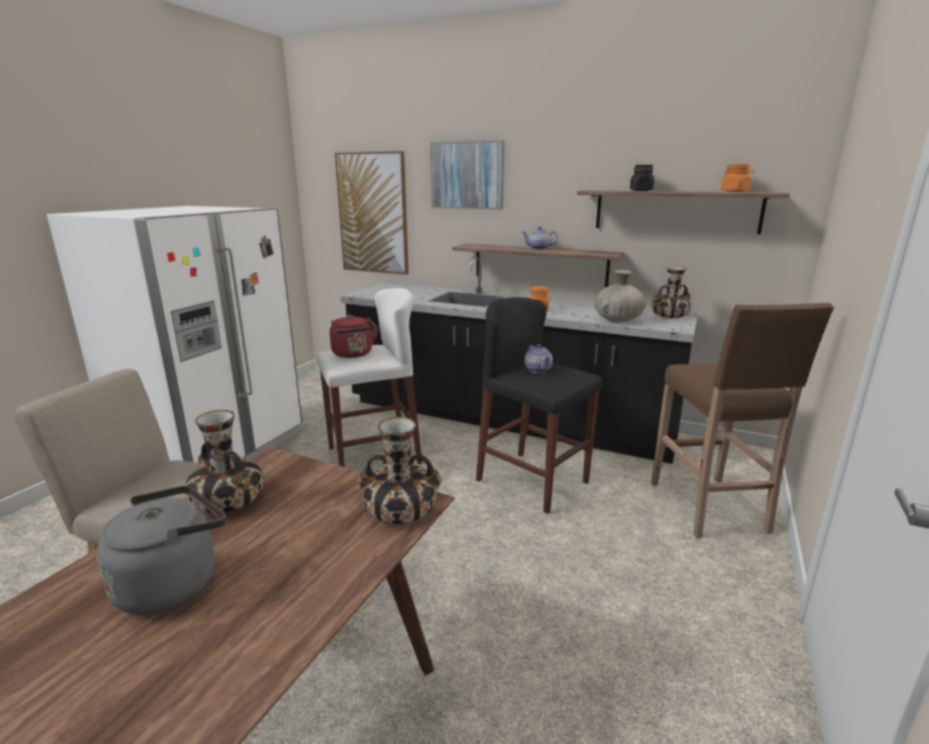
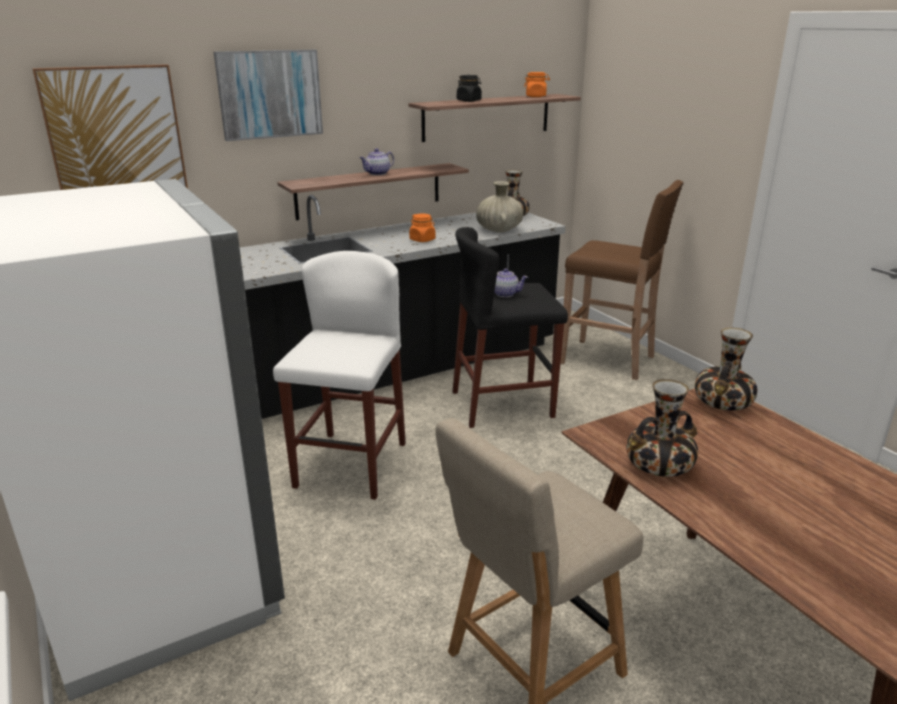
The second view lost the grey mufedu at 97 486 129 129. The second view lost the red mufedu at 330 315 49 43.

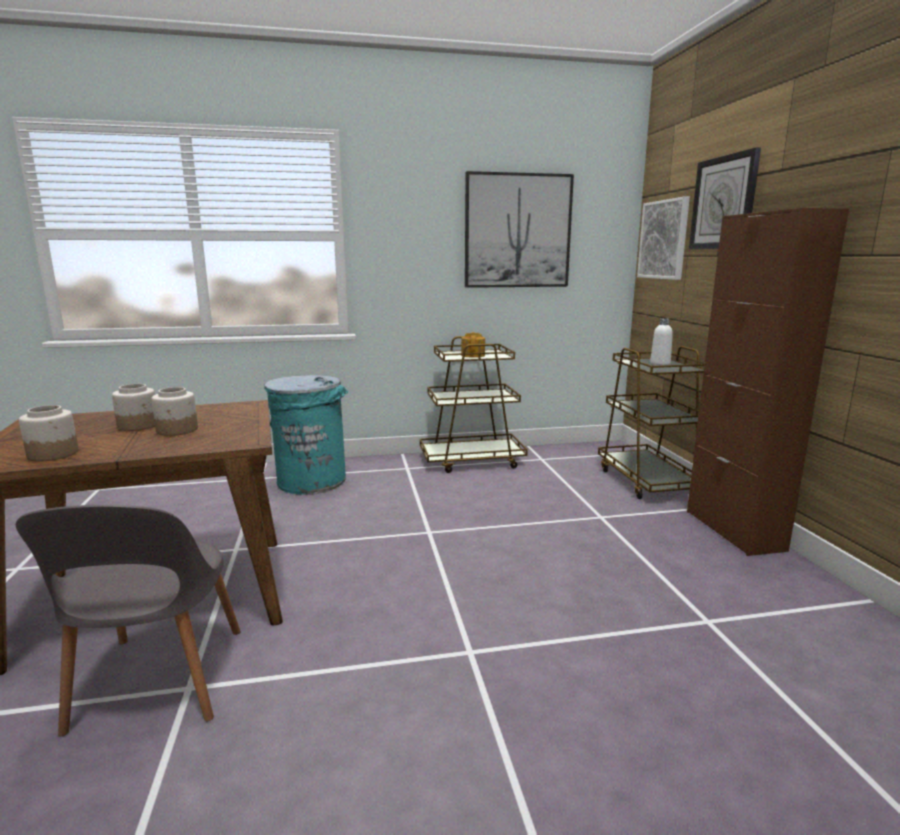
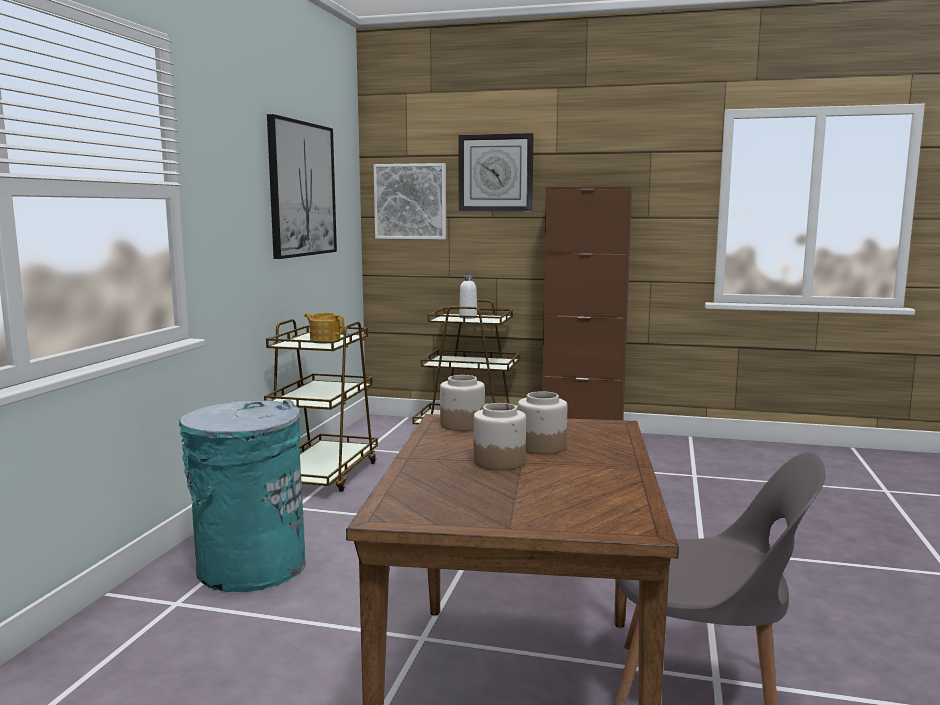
The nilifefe ended up elsewhere, having gone from 19 405 60 56 to 440 375 45 56.

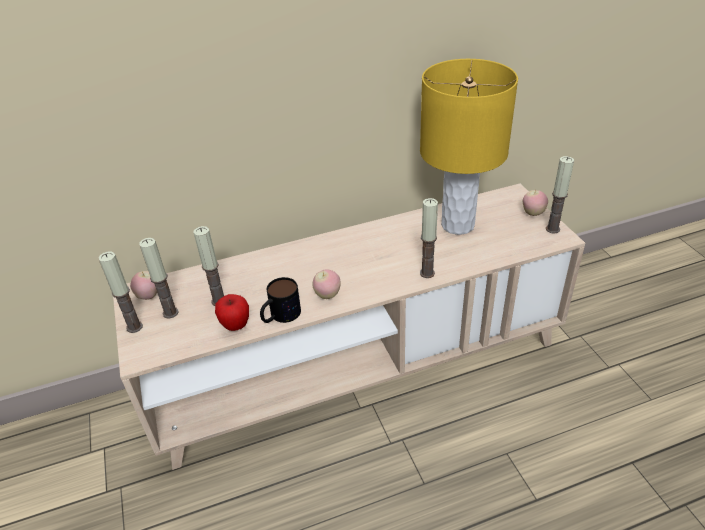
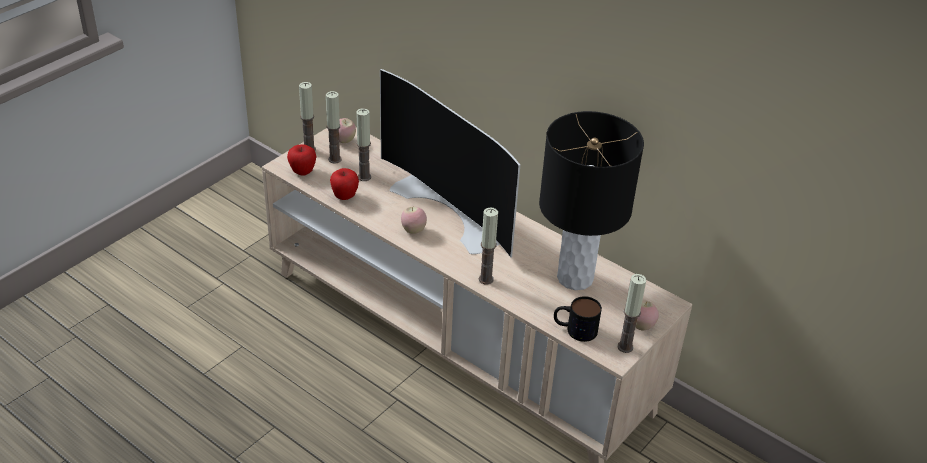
The second view gained the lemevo at 287 144 30 32. The second view gained the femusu at 380 69 140 189. What was the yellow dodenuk at 420 59 98 176 turned into the black dodenuk at 539 111 105 179. The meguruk ended up elsewhere, having gone from 260 277 41 46 to 554 296 48 46.

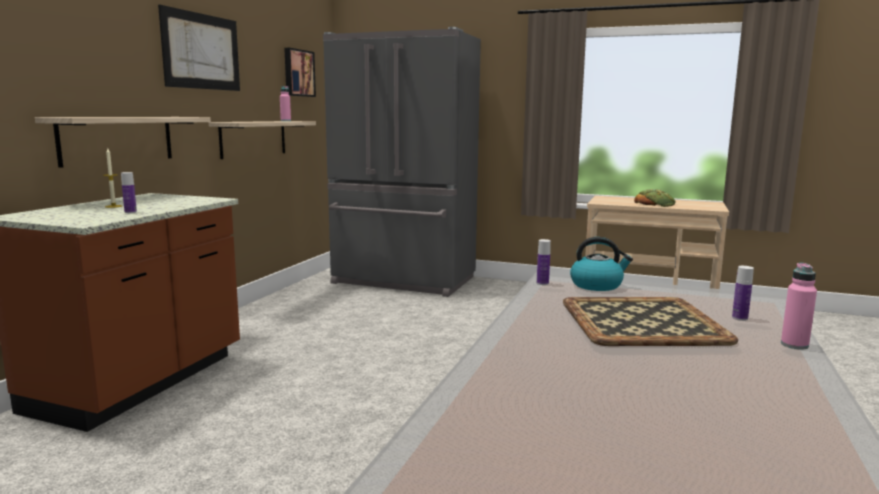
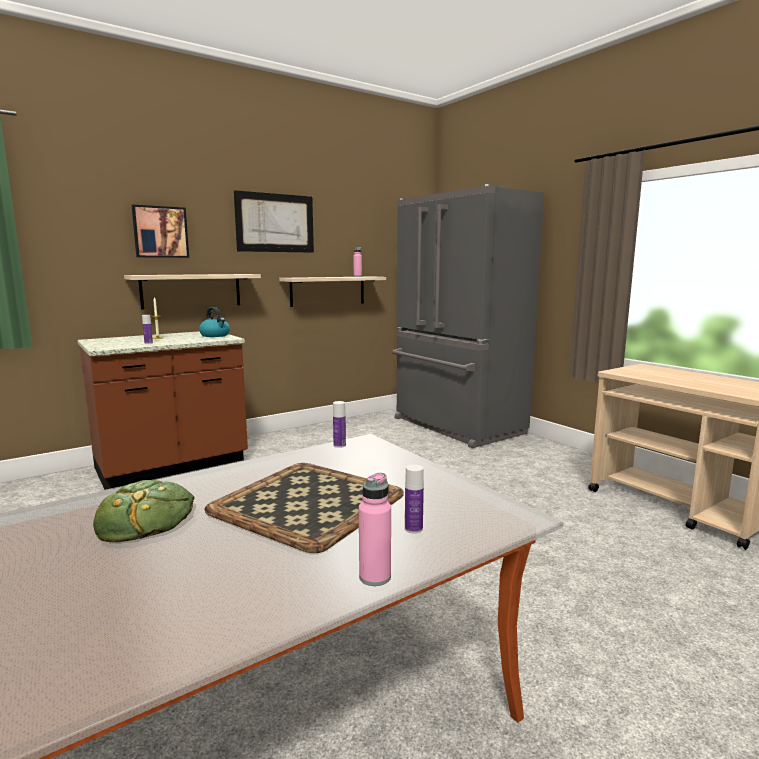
The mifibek ended up elsewhere, having gone from 634 189 42 18 to 93 480 102 63. The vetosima ended up elsewhere, having gone from 284 48 32 49 to 132 205 57 53. The mufedu ended up elsewhere, having gone from 570 237 63 54 to 199 307 31 30.

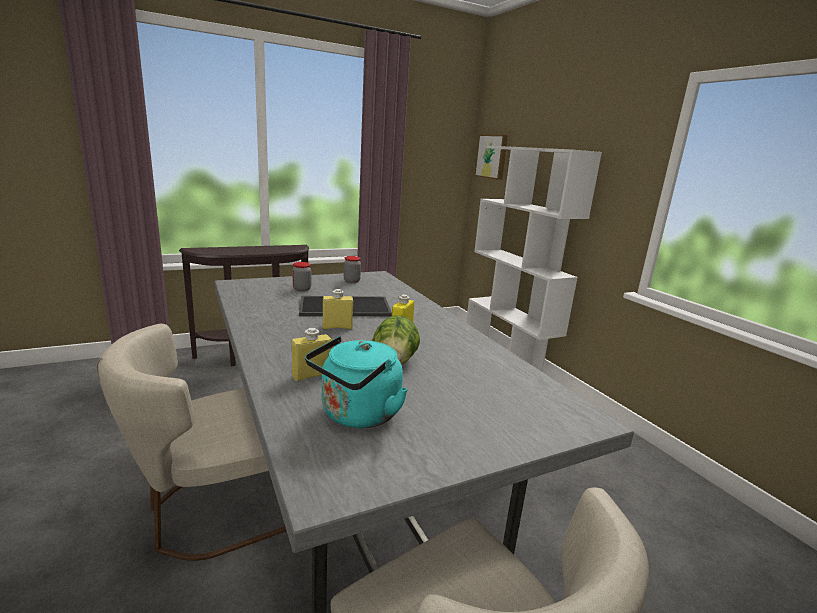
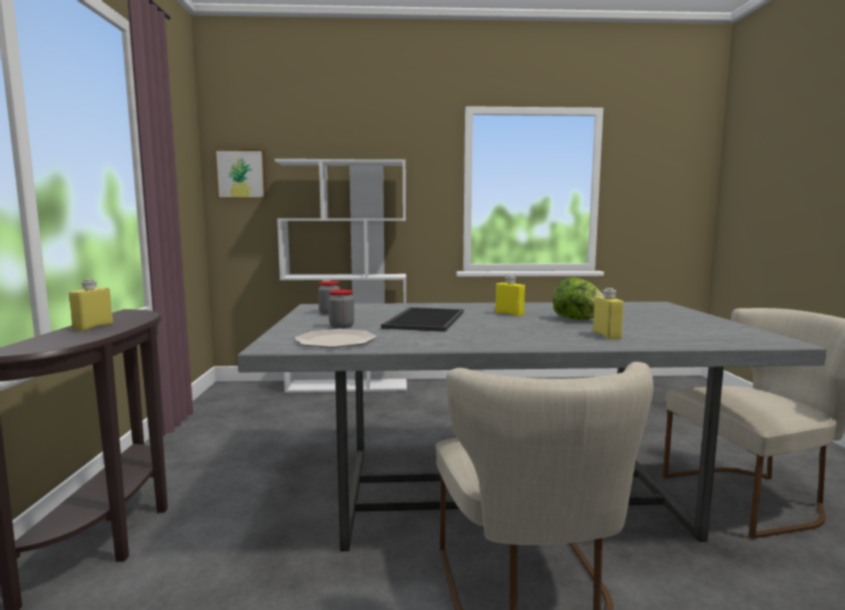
The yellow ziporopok ended up elsewhere, having gone from 322 289 31 40 to 69 279 44 52. The second view gained the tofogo at 294 329 83 19. The second view lost the turquoise mufedu at 305 336 103 92.

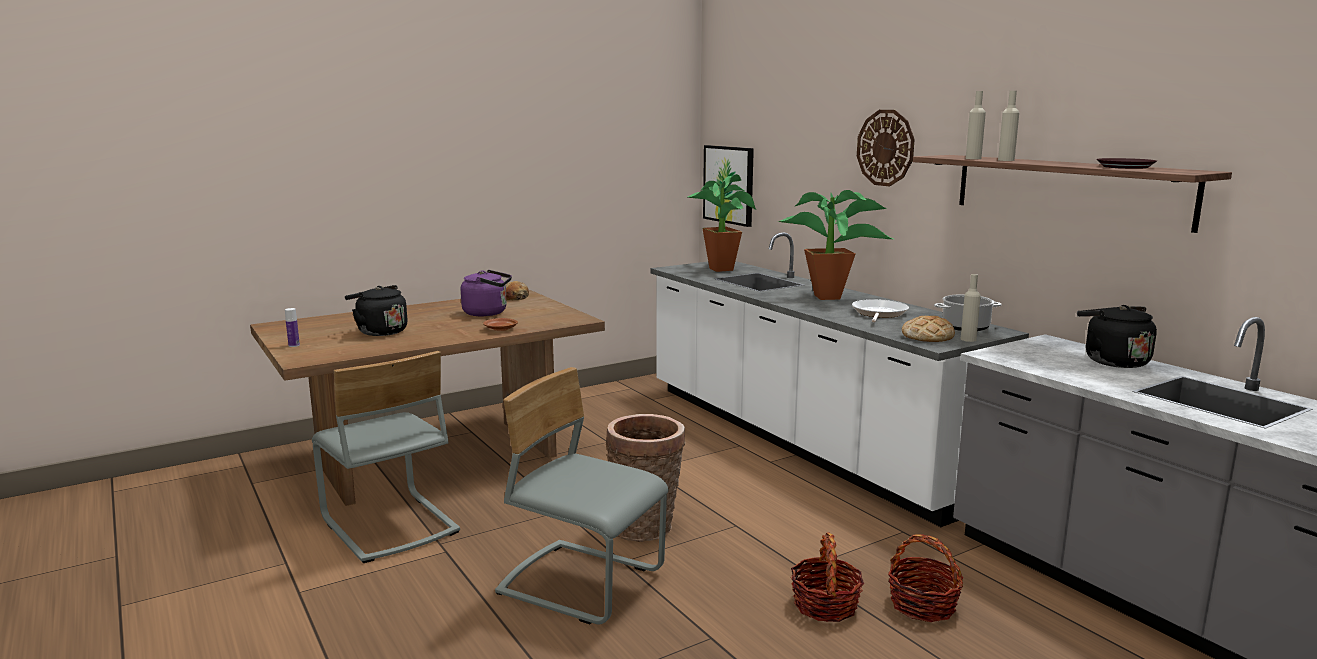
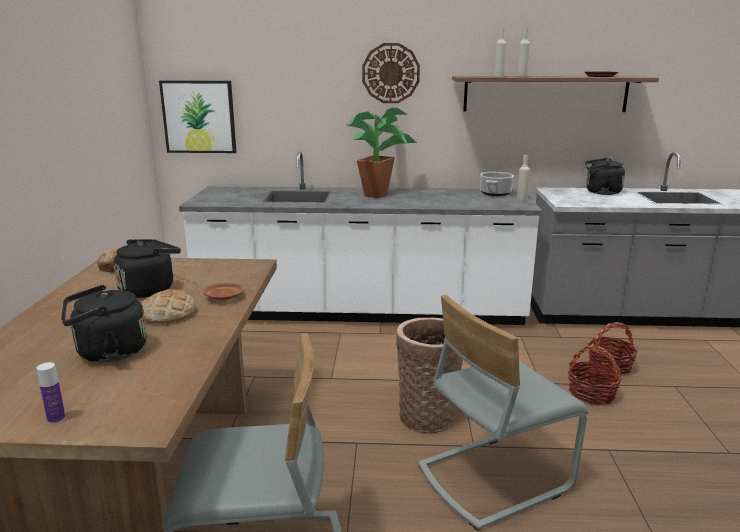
What was the purple mufedu at 461 270 51 46 turned into the black mufedu at 114 239 67 59. The mifibek ended up elsewhere, having gone from 902 316 53 26 to 141 289 55 34. The second view lost the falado at 688 174 68 98. The second view lost the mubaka at 852 299 57 23.

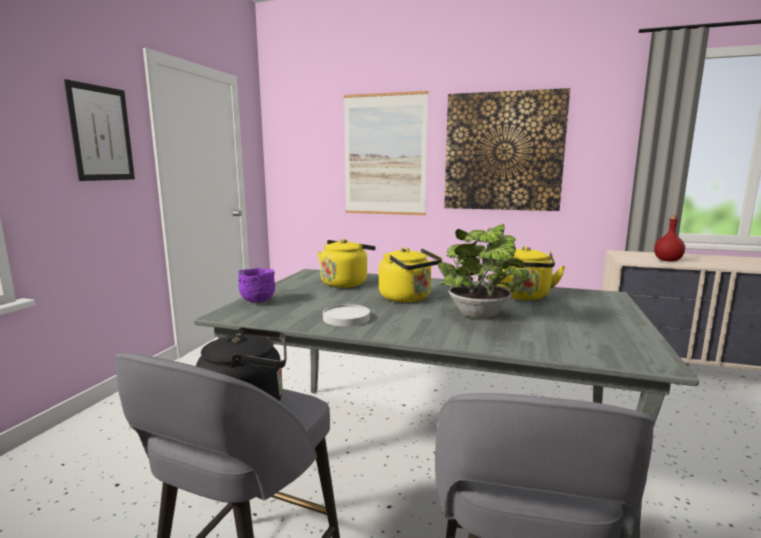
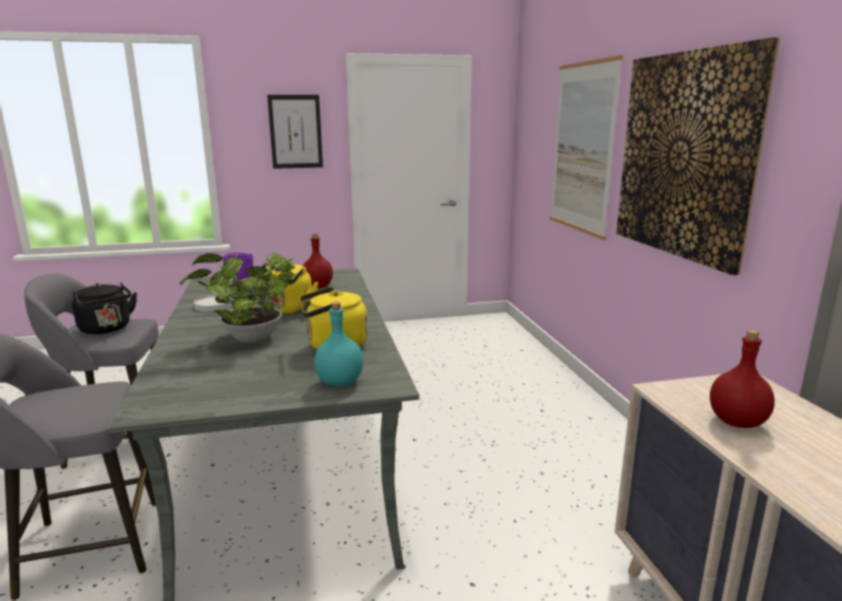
Where the yellow mufedu stood at 318 239 58 49, the red ziporopok came to stand at 303 233 30 55. The second view gained the turquoise ziporopok at 314 302 50 84.

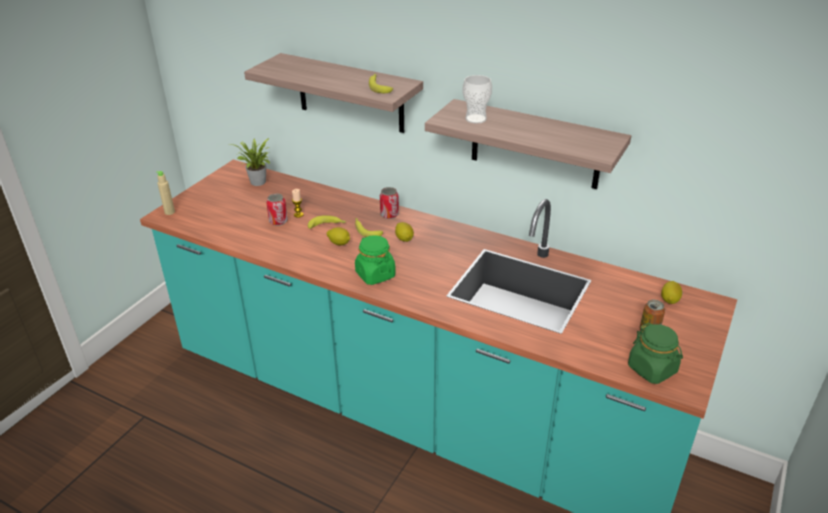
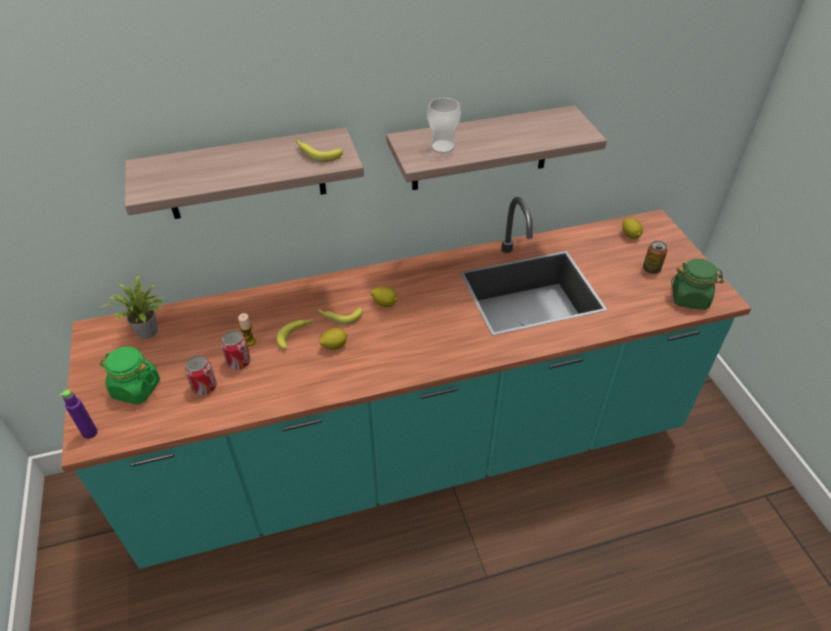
What was the beige ziporopok at 156 171 19 44 turned into the purple ziporopok at 59 390 38 49. The green nilifefe ended up elsewhere, having gone from 355 235 41 50 to 100 346 60 59. The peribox ended up elsewhere, having gone from 380 187 19 32 to 185 355 32 40.

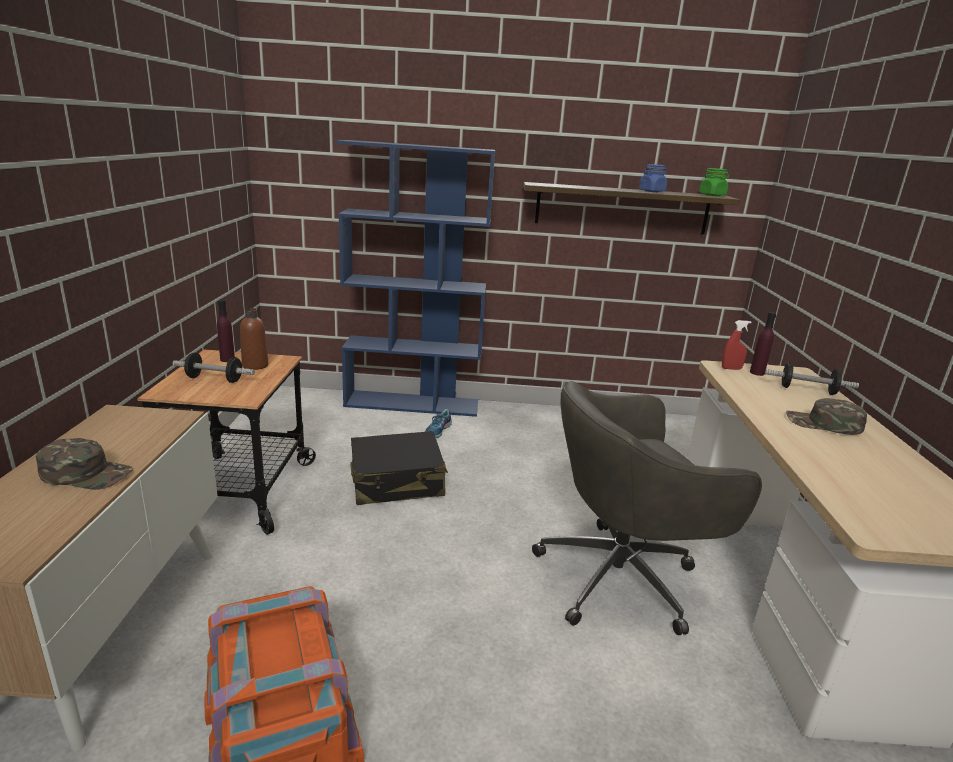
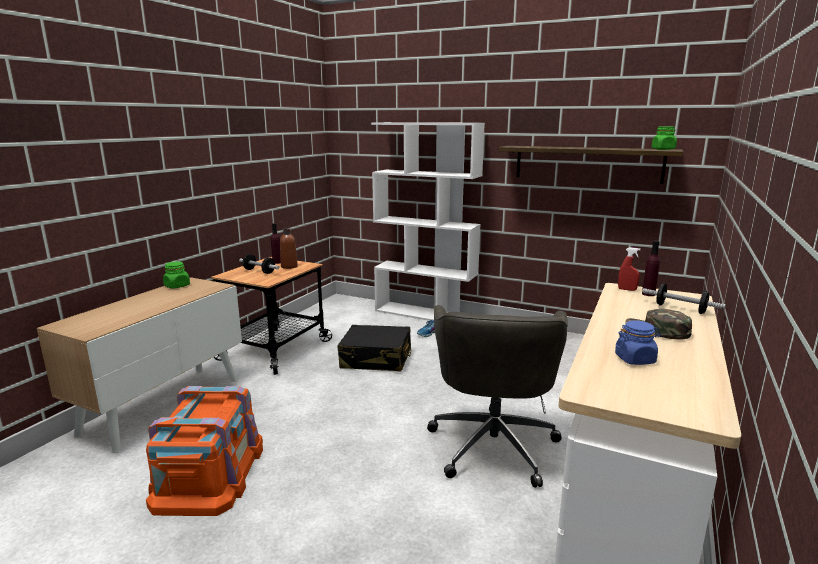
The second view gained the green nilifefe at 163 262 27 27. What was the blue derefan at 337 140 158 277 turned into the white derefan at 371 122 114 199. The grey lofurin at 532 381 230 254 ended up facing another way, 90 degrees counterclockwise from before. The blue nilifefe ended up elsewhere, having gone from 639 164 28 28 to 615 320 46 45. The second view lost the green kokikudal at 36 438 97 52.

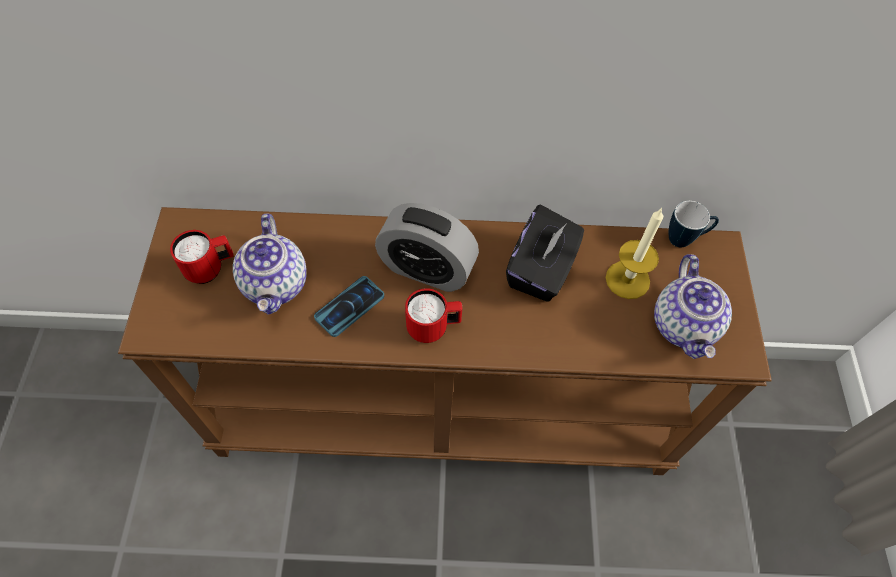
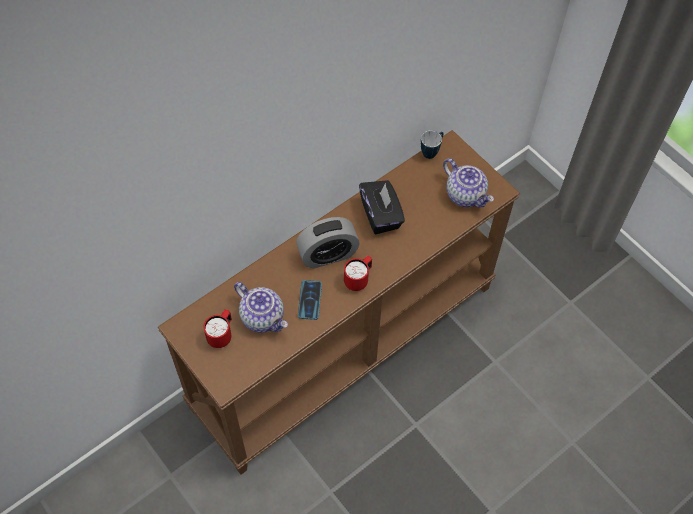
The second view lost the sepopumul at 606 208 57 91.

